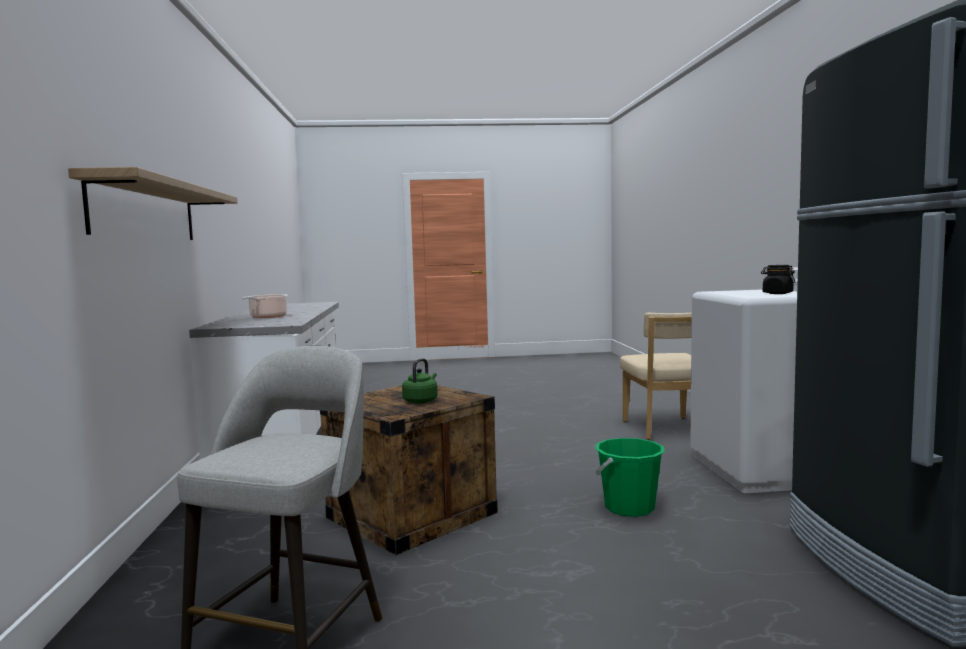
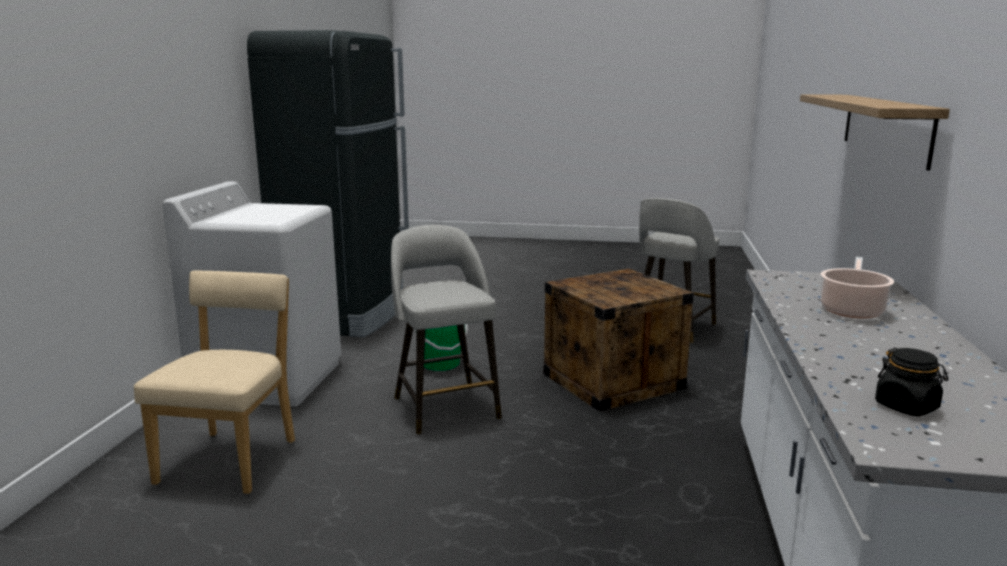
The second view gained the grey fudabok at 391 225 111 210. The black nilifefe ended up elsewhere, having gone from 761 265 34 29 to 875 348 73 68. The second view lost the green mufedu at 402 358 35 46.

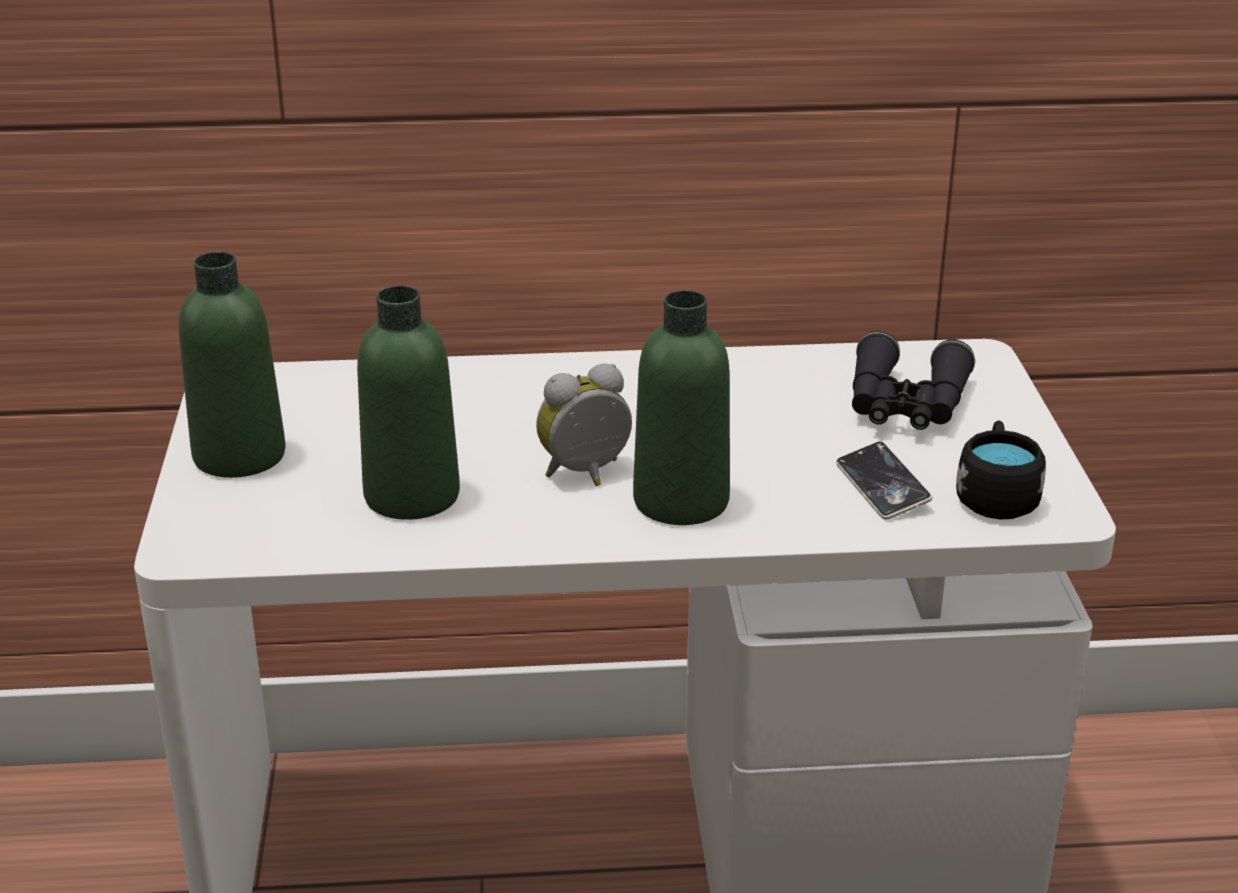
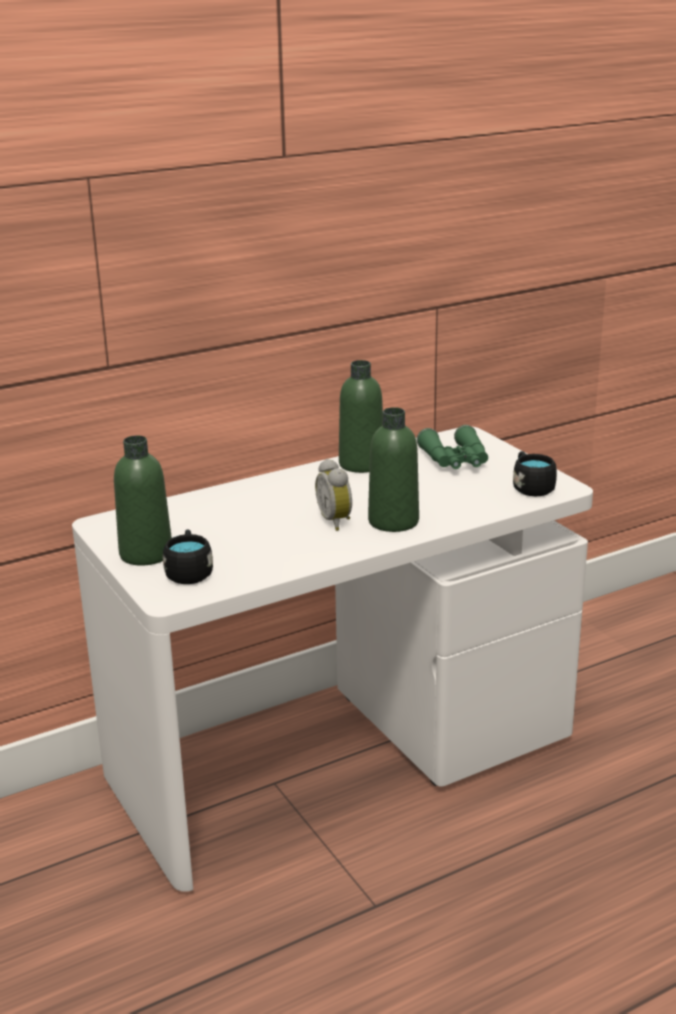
The second view gained the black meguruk at 163 529 50 55. The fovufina at 536 364 96 122 ended up facing another way, 60 degrees counterclockwise from before. The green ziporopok ended up elsewhere, having gone from 357 286 103 234 to 339 360 44 113. What was the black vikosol at 852 331 123 99 turned into the green vikosol at 417 425 71 44. The second view lost the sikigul at 836 441 97 79.

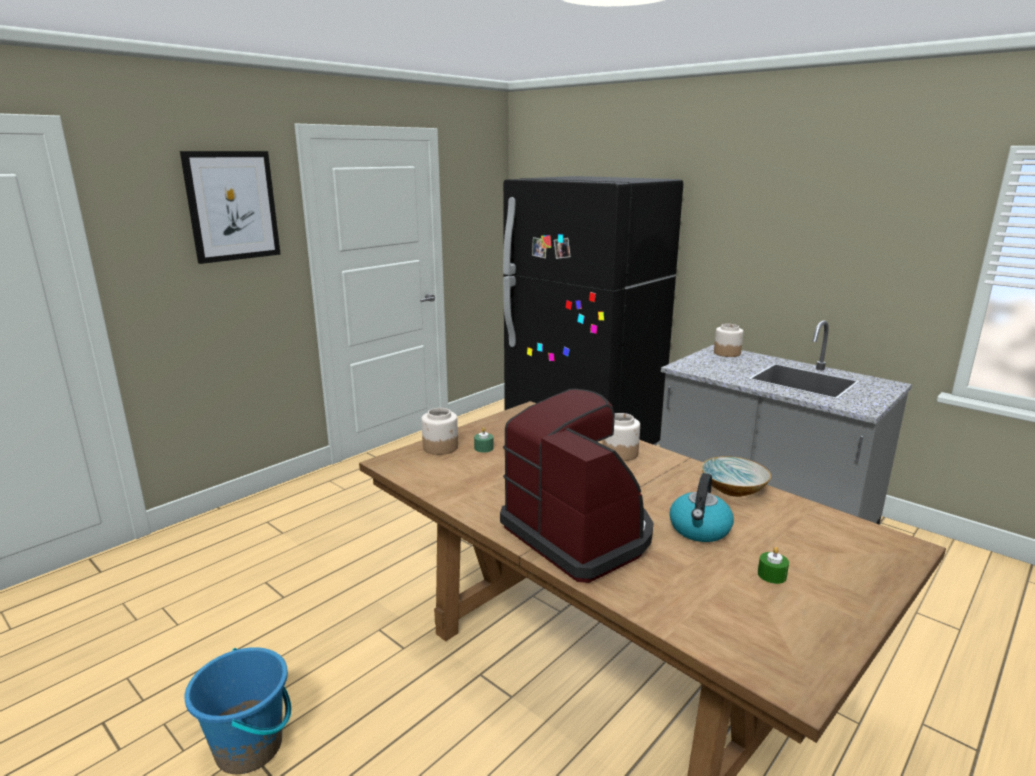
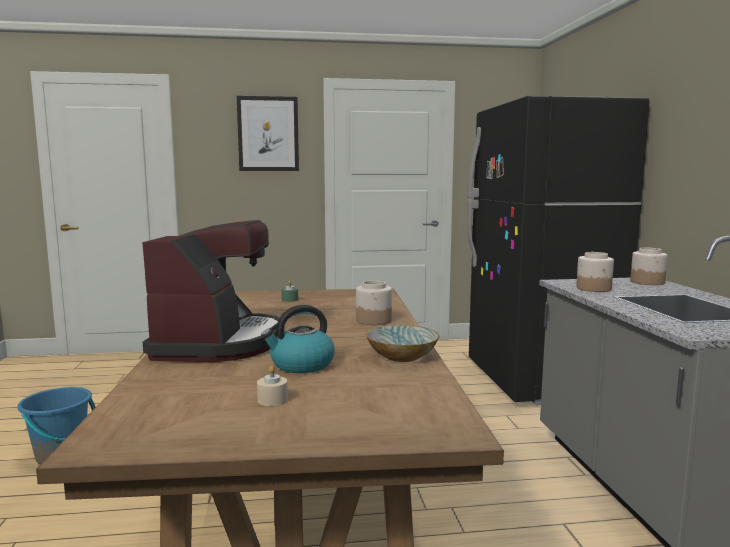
What was the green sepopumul at 758 547 31 37 turned into the beige sepopumul at 257 366 31 40. The nilifefe ended up elsewhere, having gone from 421 408 37 47 to 576 252 38 40.

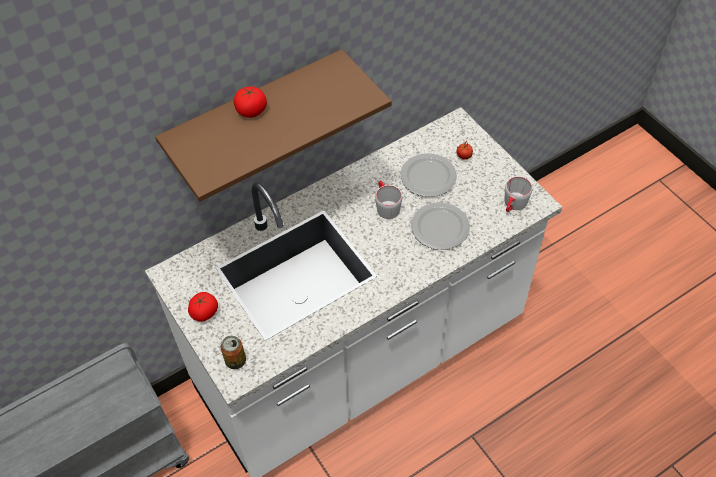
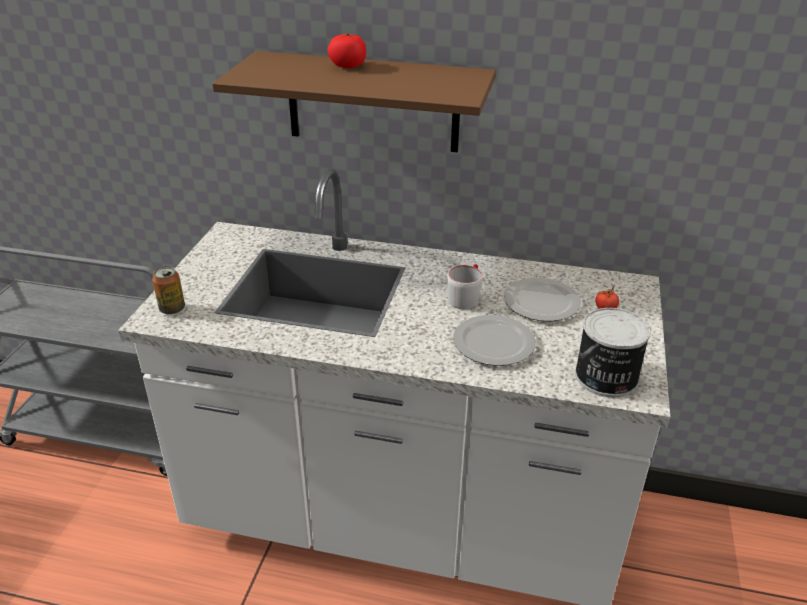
Where the grey meguruk stood at 505 176 27 36, the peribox came to stand at 575 308 76 89. The second view lost the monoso at 188 292 30 30.

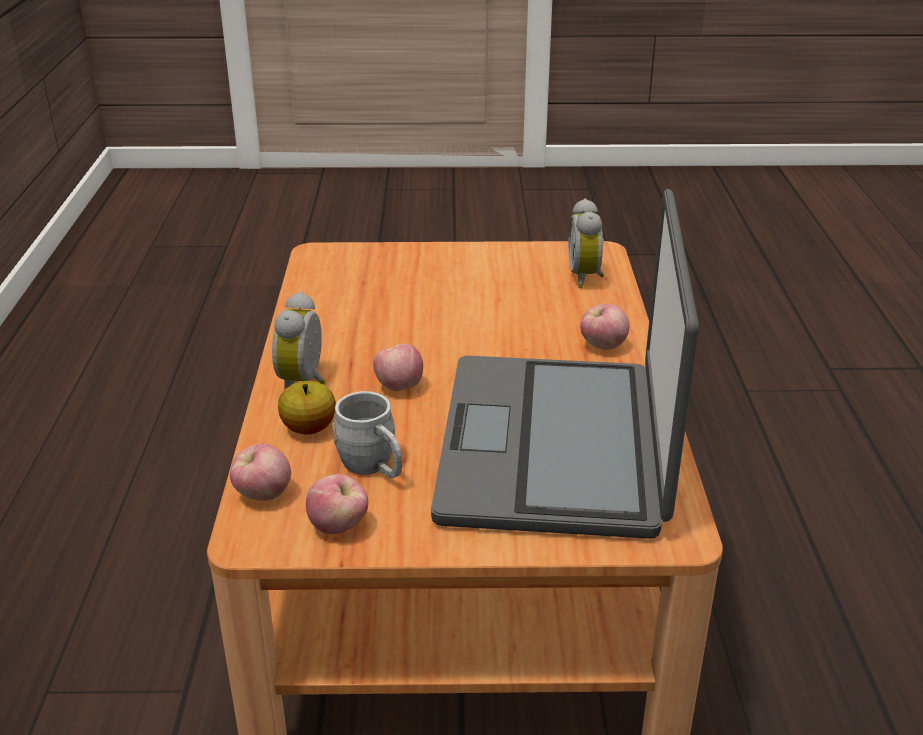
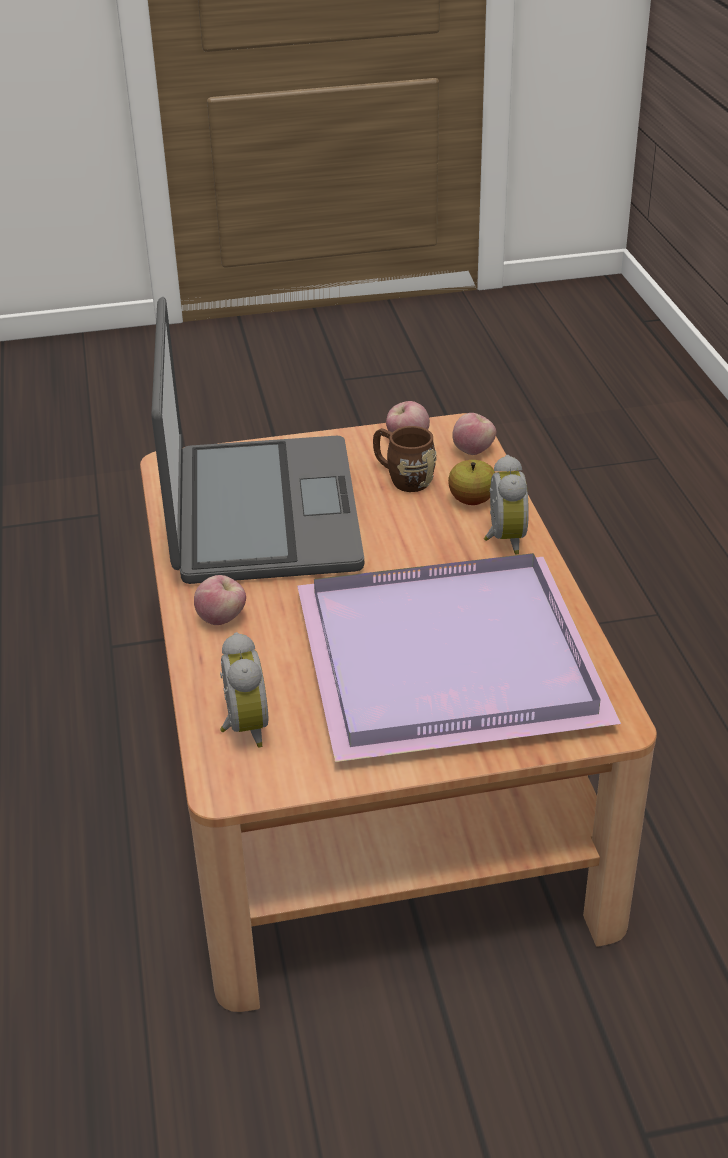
The second view gained the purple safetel at 297 553 324 209. What was the grey meguruk at 332 391 70 87 turned into the brown meguruk at 373 426 64 66. The second view lost the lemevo at 373 344 50 47.

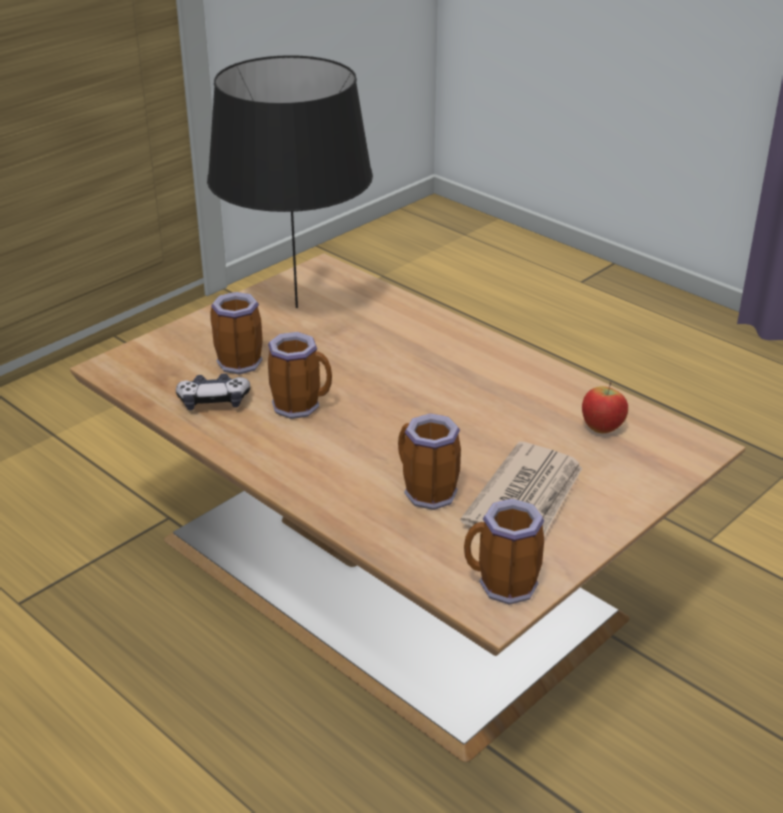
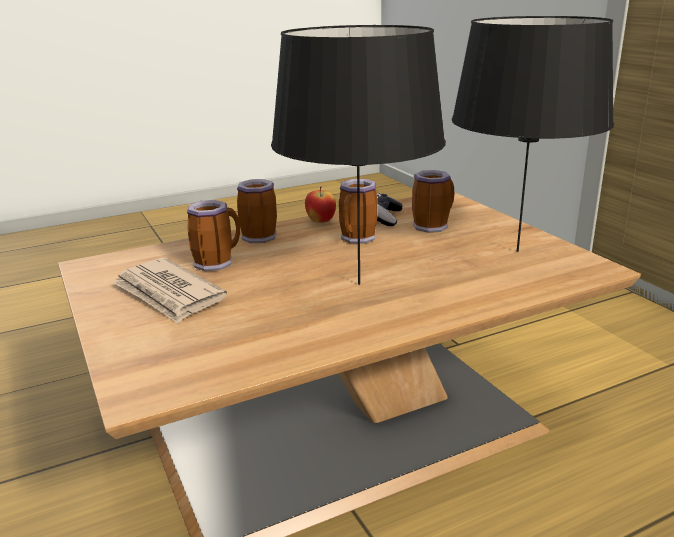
The meguruk ended up elsewhere, having gone from 464 498 80 107 to 237 179 40 64. The second view gained the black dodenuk at 271 25 175 260. The lemevo ended up elsewhere, having gone from 582 381 46 52 to 305 186 31 37.

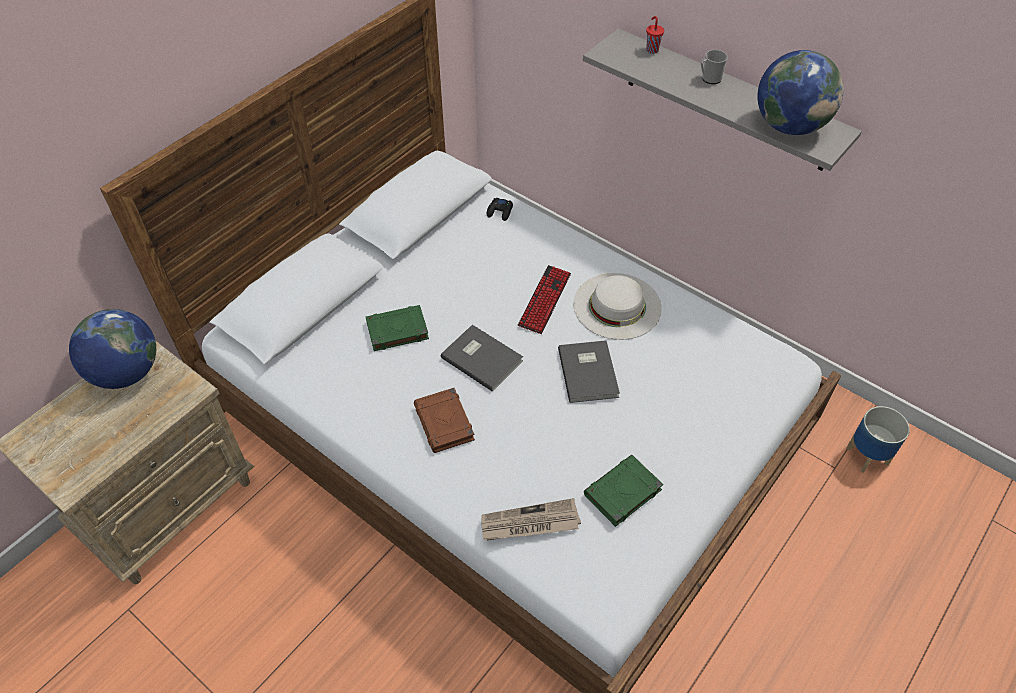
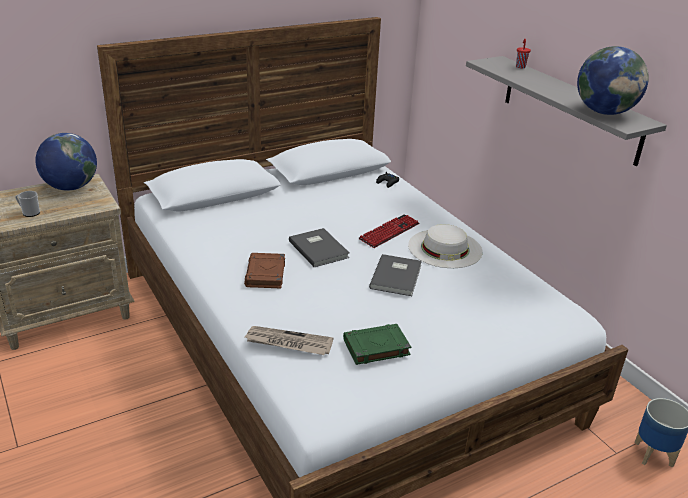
The meguruk ended up elsewhere, having gone from 701 50 27 34 to 15 191 25 26. The second view lost the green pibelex at 366 305 63 46.

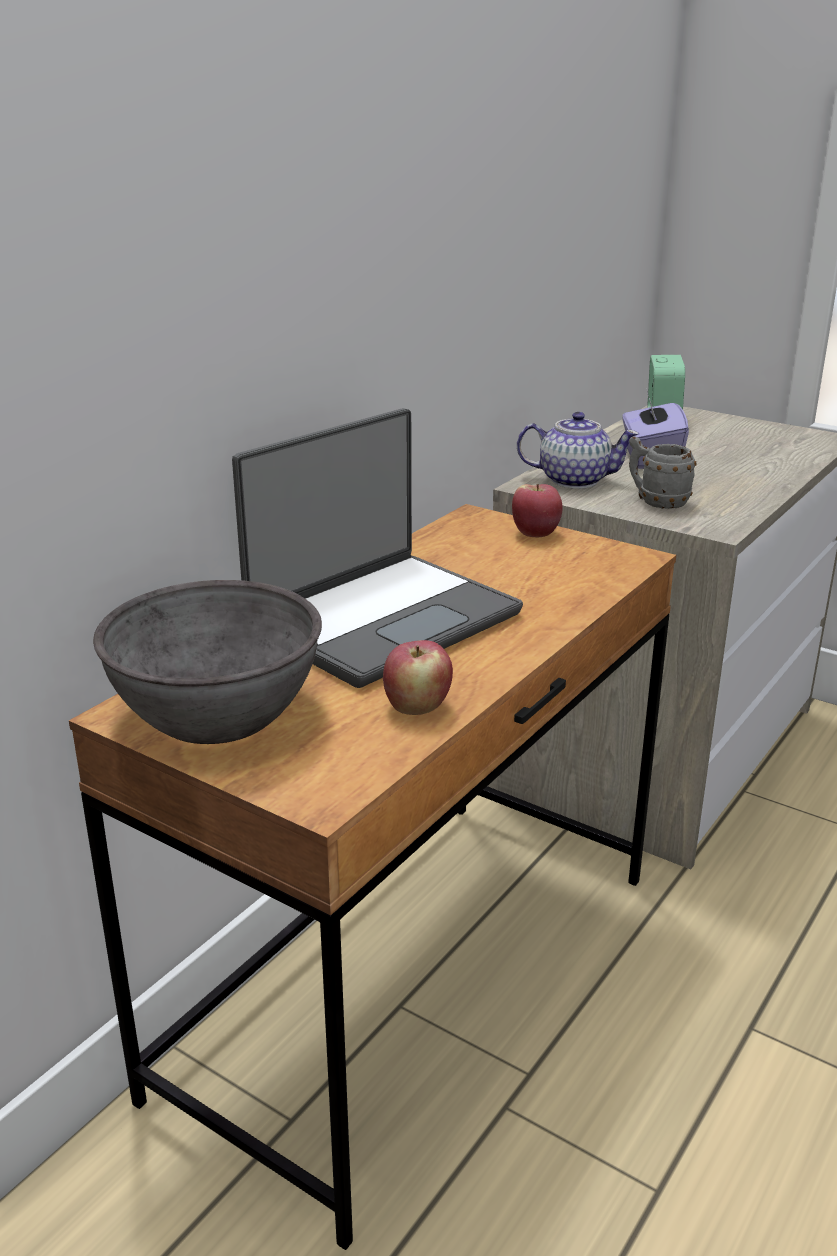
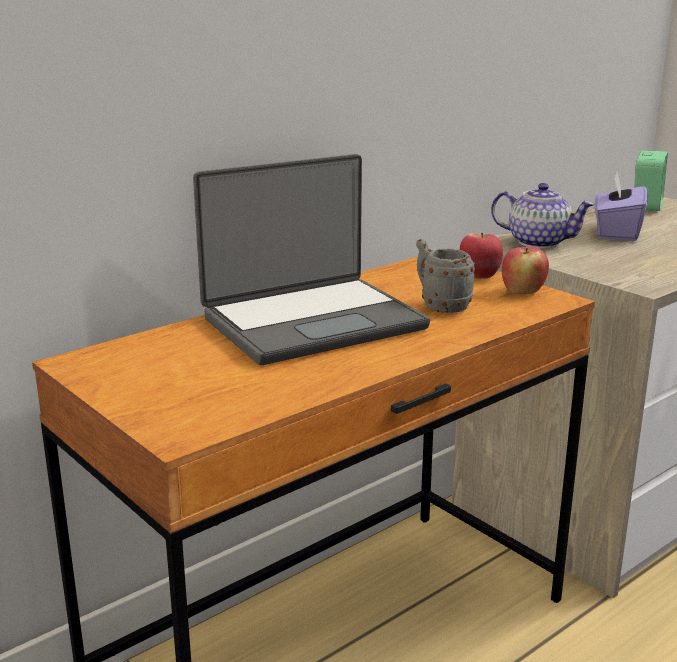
The grey meguruk ended up elsewhere, having gone from 629 436 68 73 to 416 239 59 74. The lemevo ended up elsewhere, having gone from 383 640 70 75 to 502 247 47 47. The second view lost the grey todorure at 93 580 229 164.

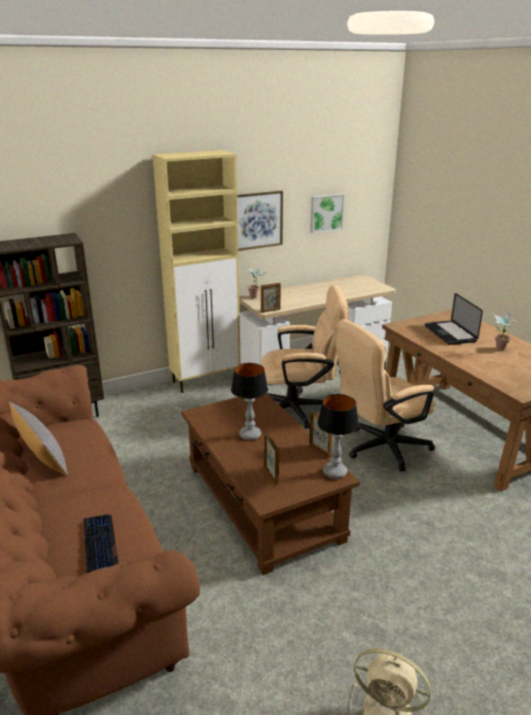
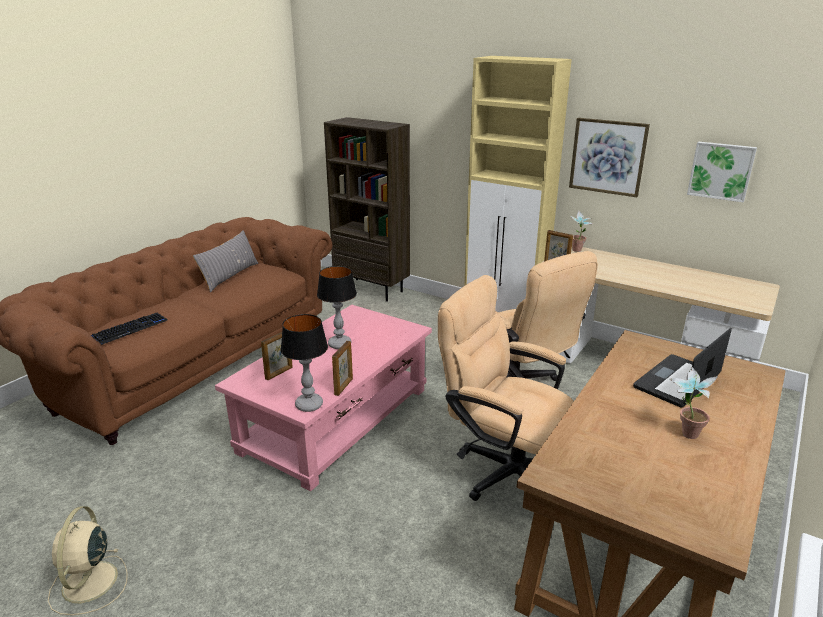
What was the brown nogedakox at 181 393 179 182 turned into the pink nogedakox at 215 305 217 186.

